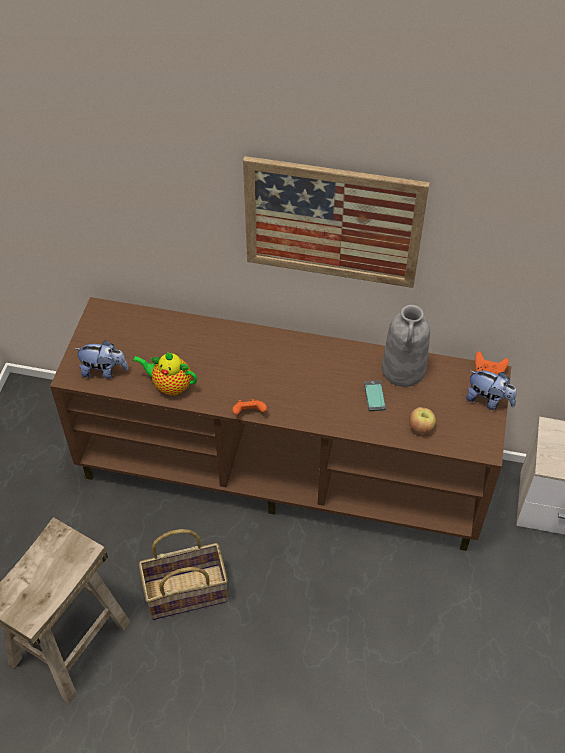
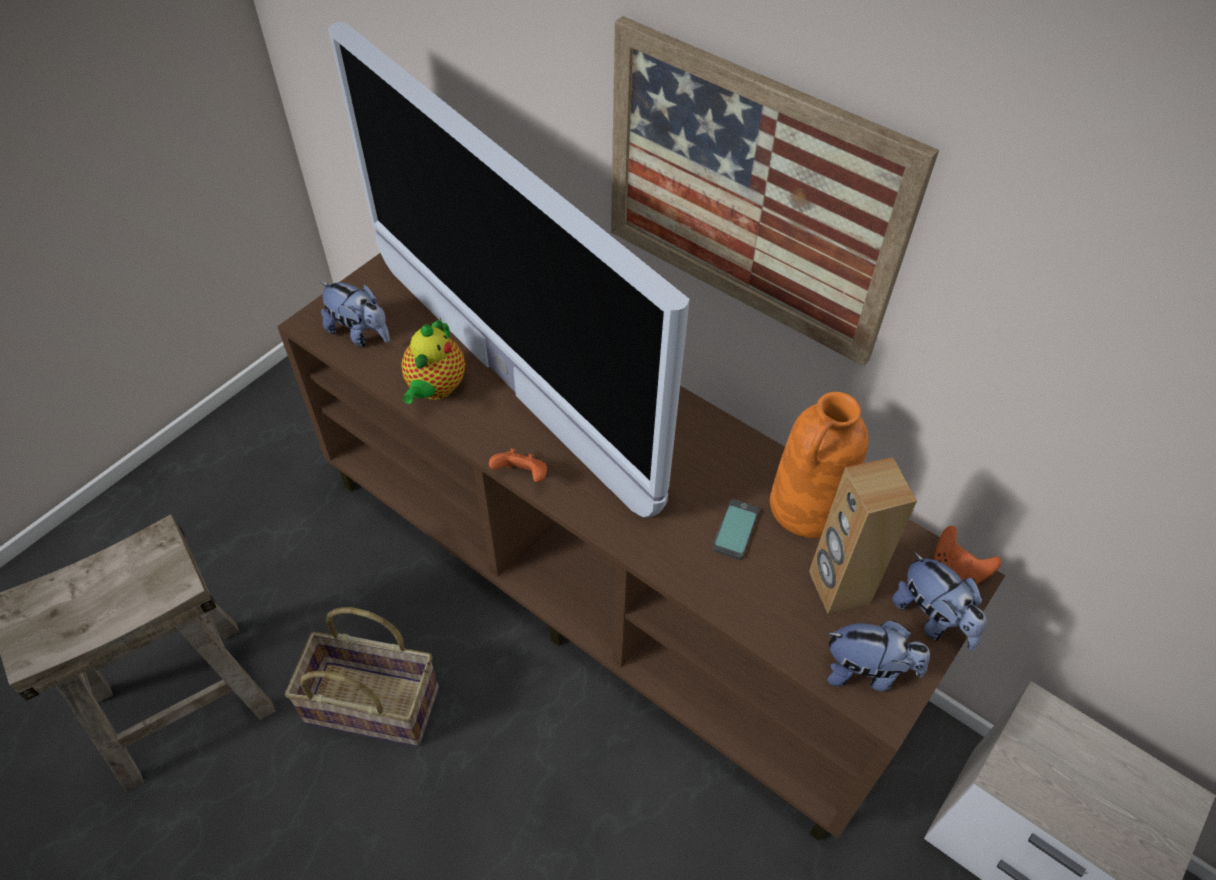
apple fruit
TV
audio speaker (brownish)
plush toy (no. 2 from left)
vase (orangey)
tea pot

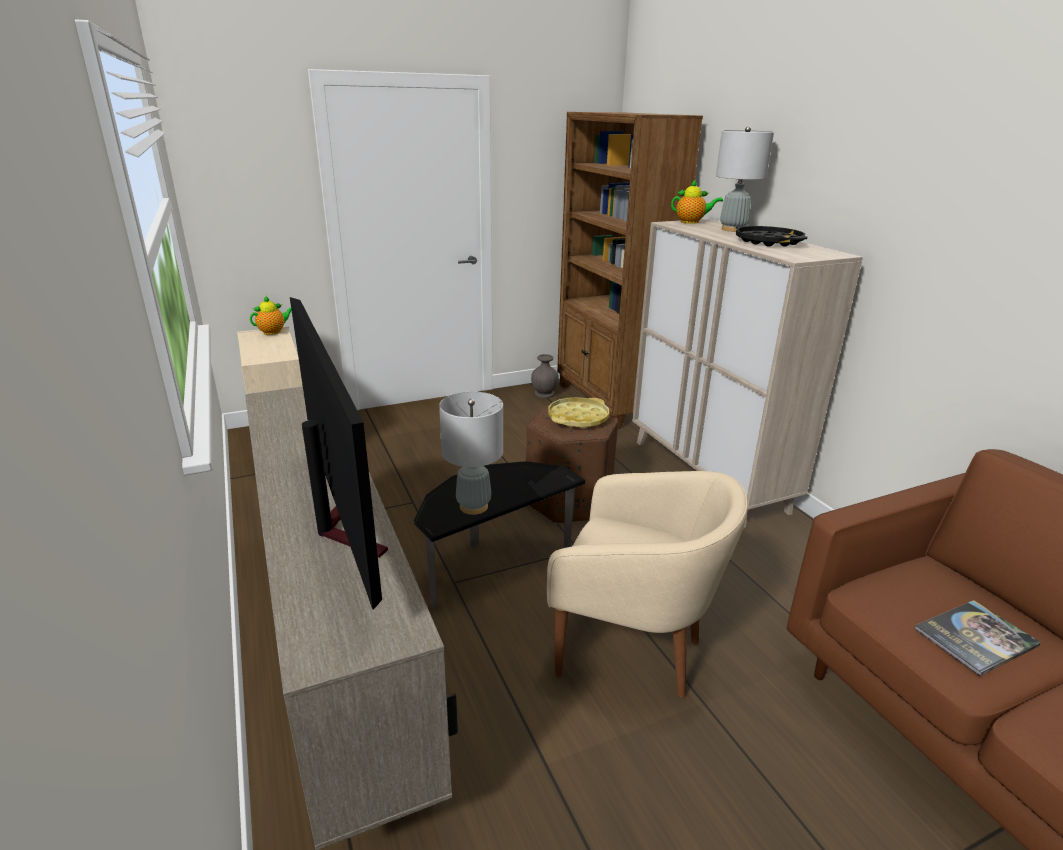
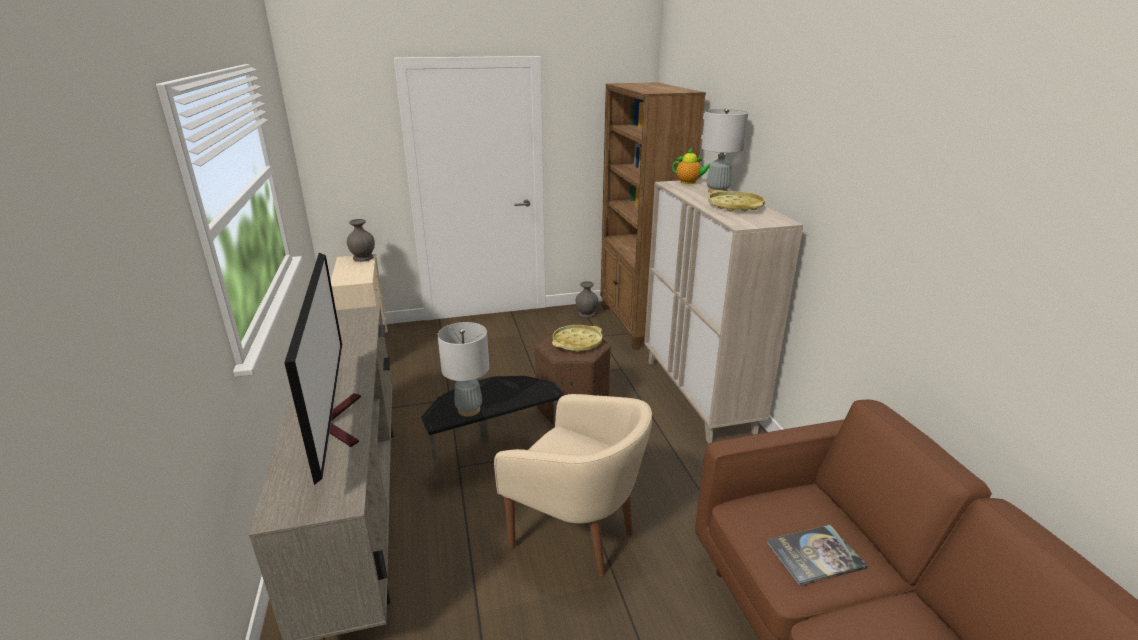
vase (greyish) (no. 1 from left)
tray (yellowish) (no. 2 from left)

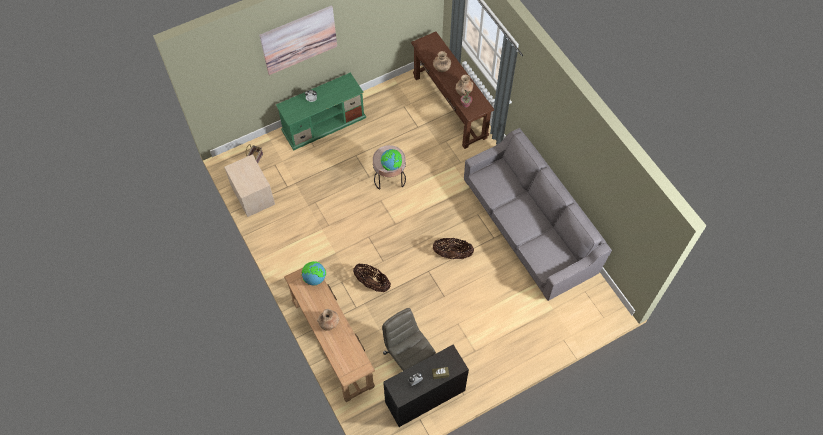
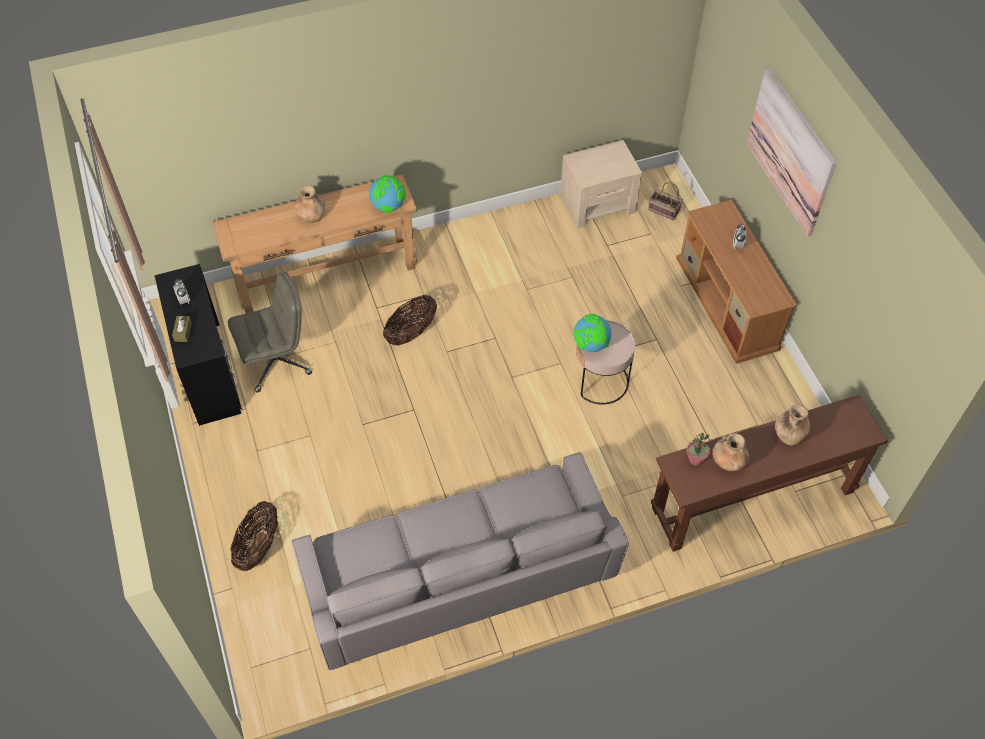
household basket (no. 1 from left)
tv stand (brownish)

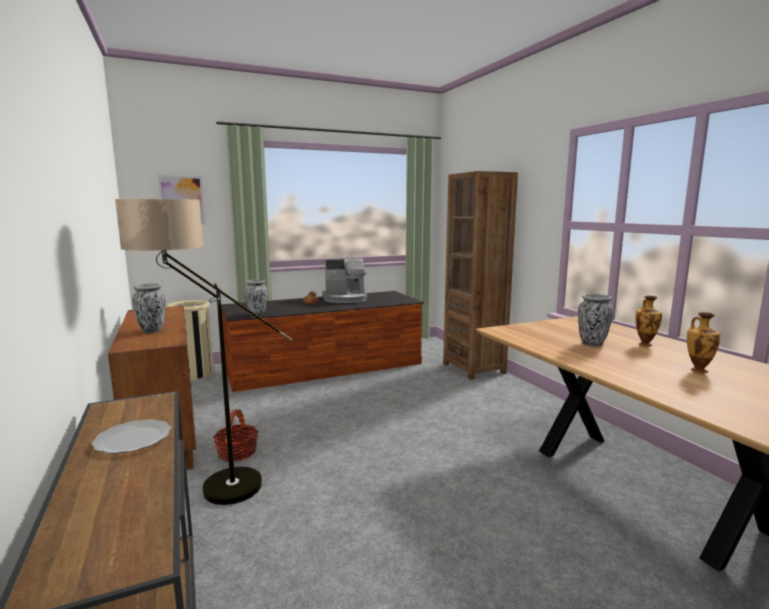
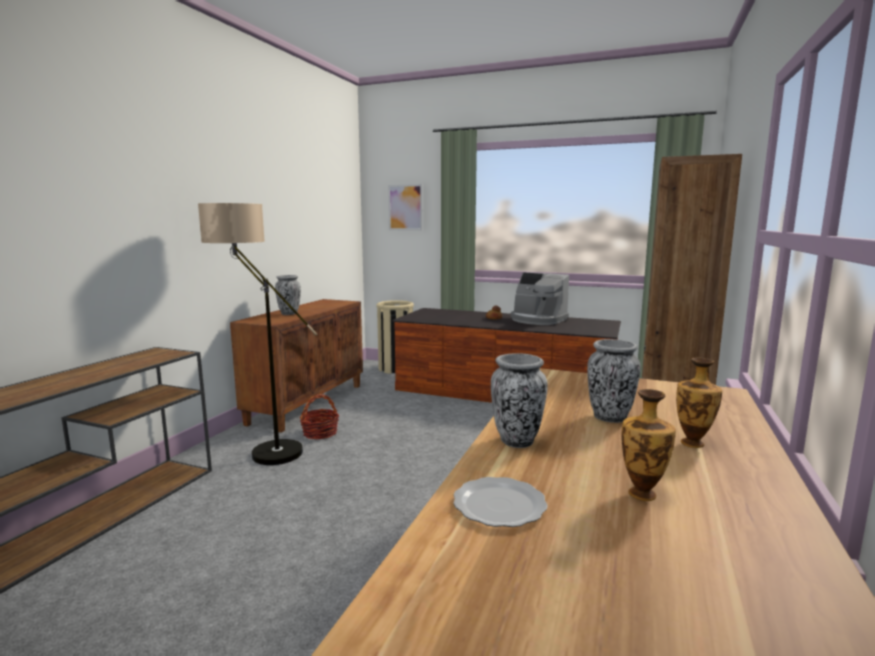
flat dish
vase (no. 2 from left)

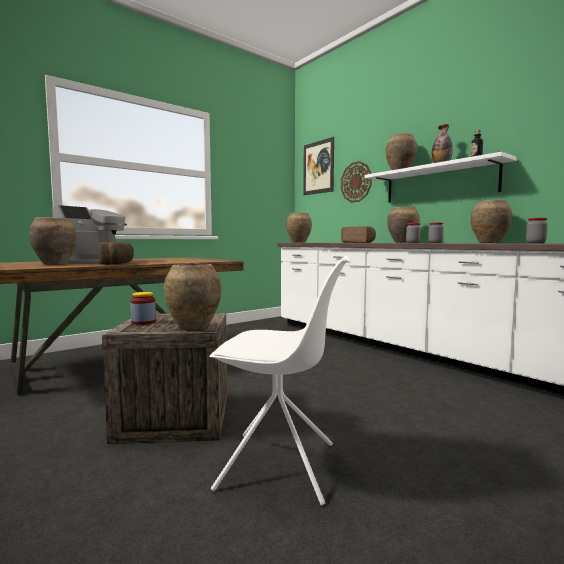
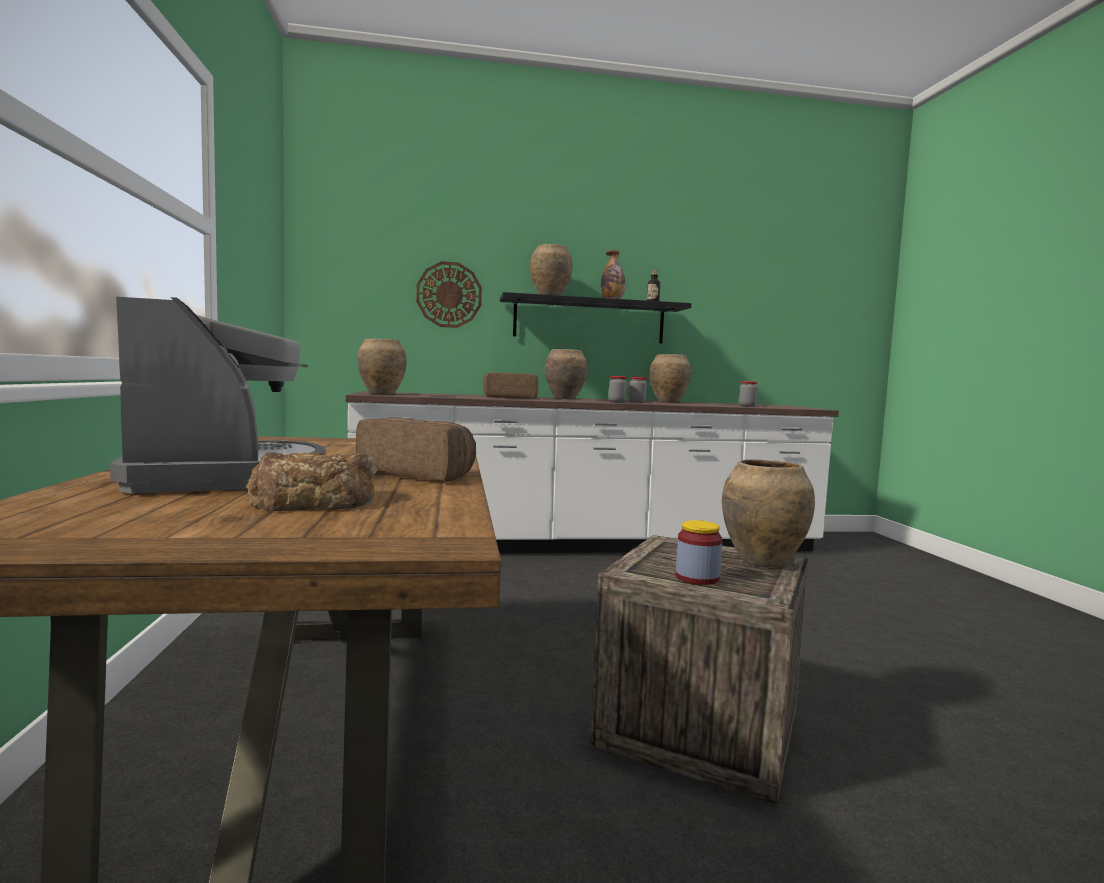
plain chair (whitish)
picture
bread (no. 1 from left)
shelf (black-coloured)

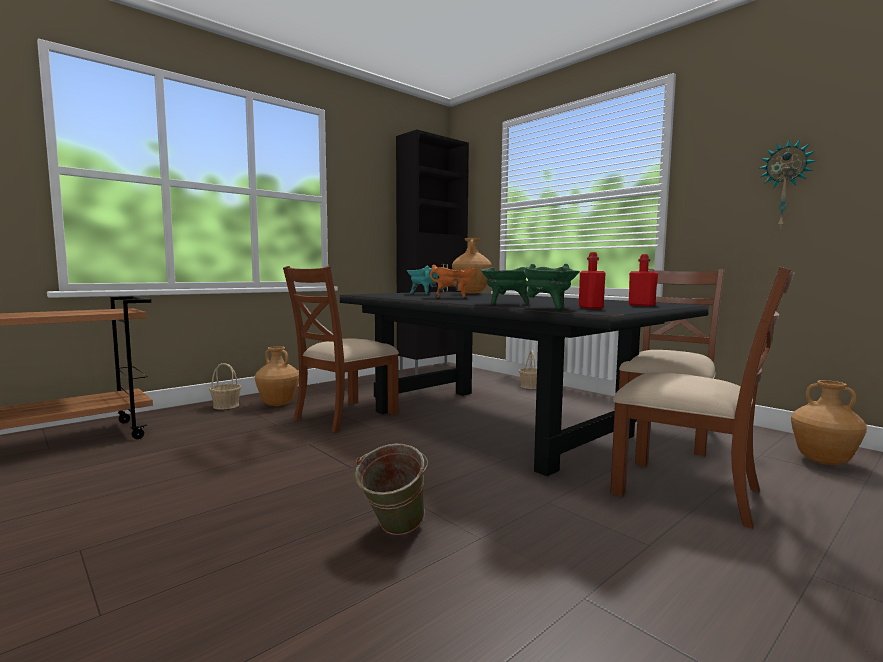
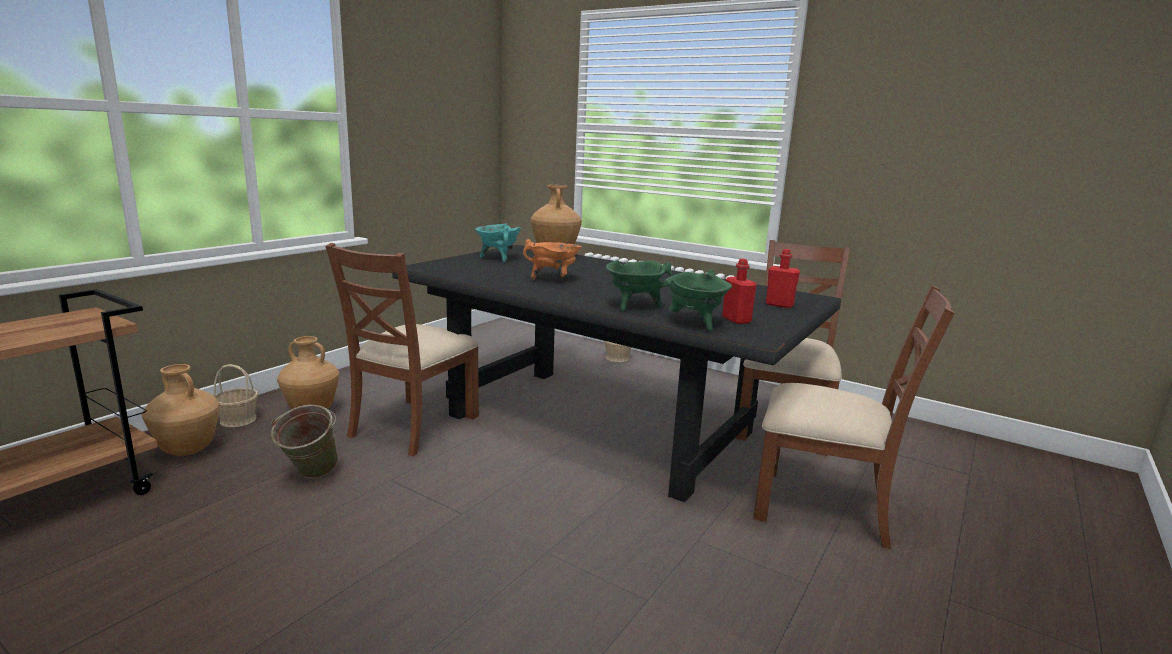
storage cabinet (black-coloured)
wall clock
bucket (green)
vase (brownish) (no. 1 from left)

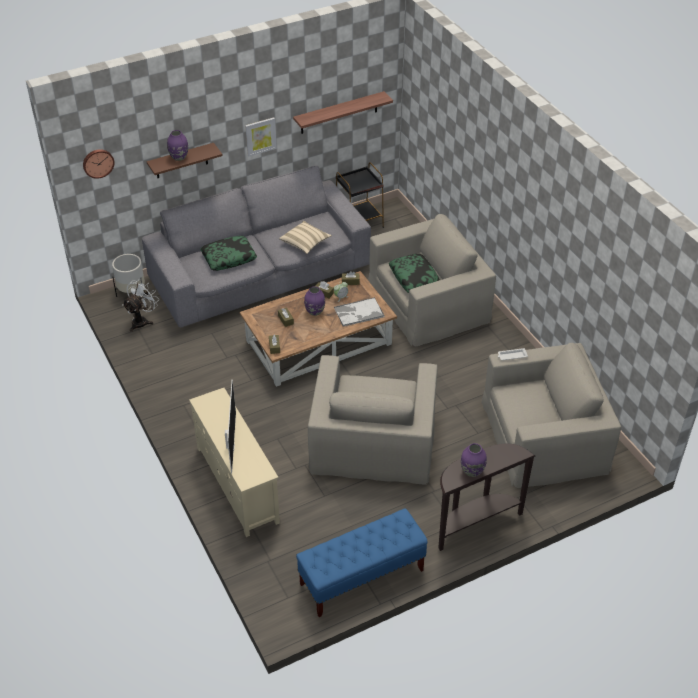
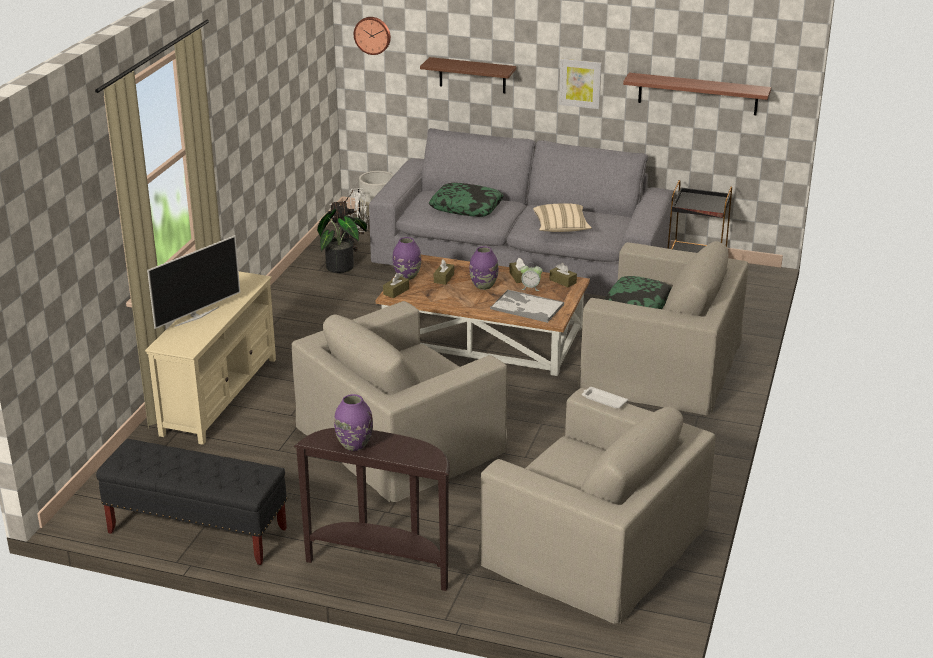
potted plant
vase (purplish) (no. 2 from left)
long seat (black-coloured)

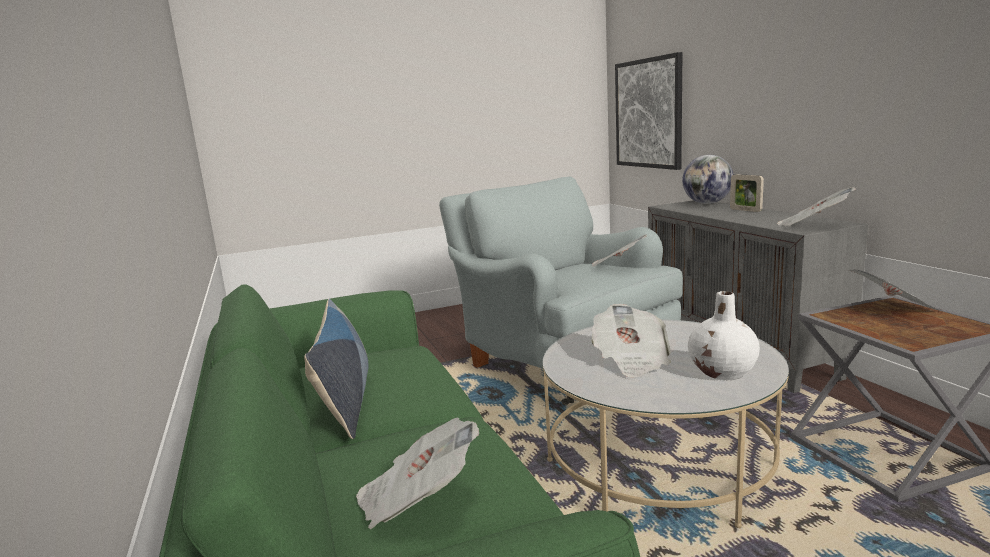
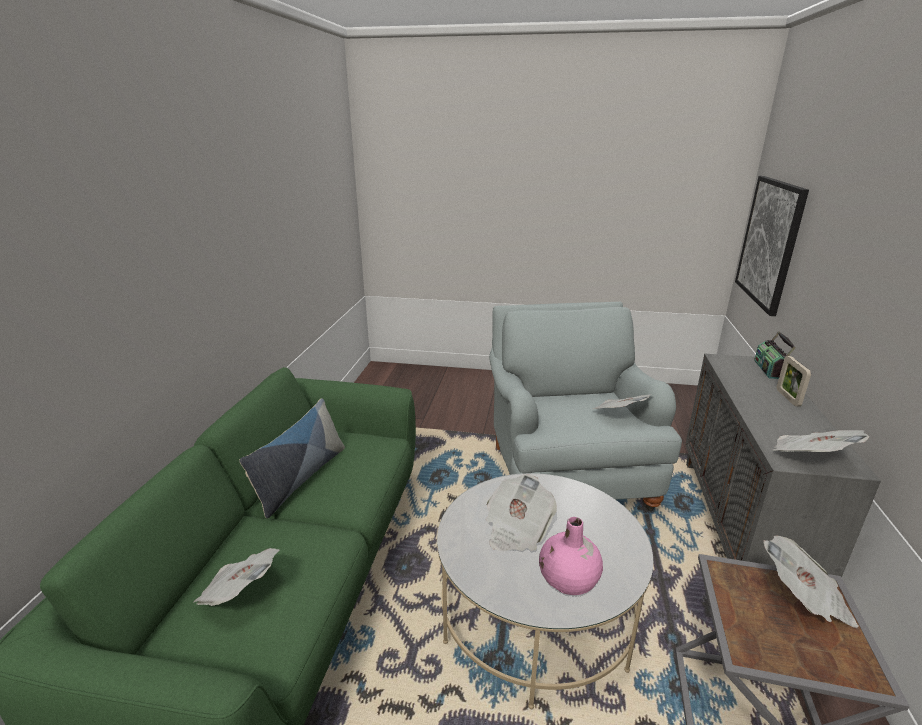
radio set
vase (pink)

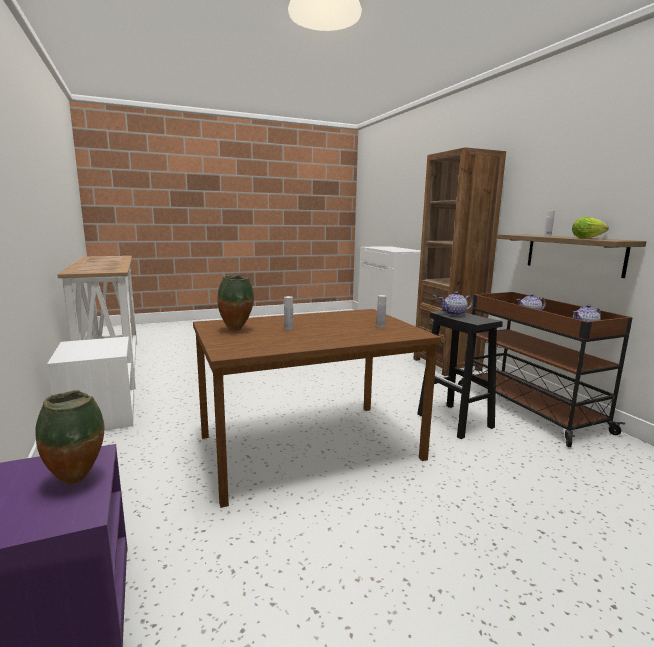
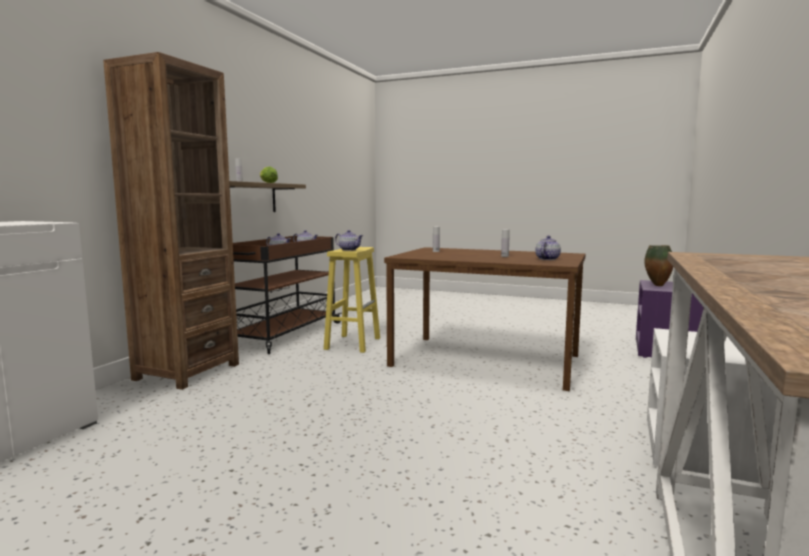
tea pot (no. 4 from left)
sitting stool (yellowish)

